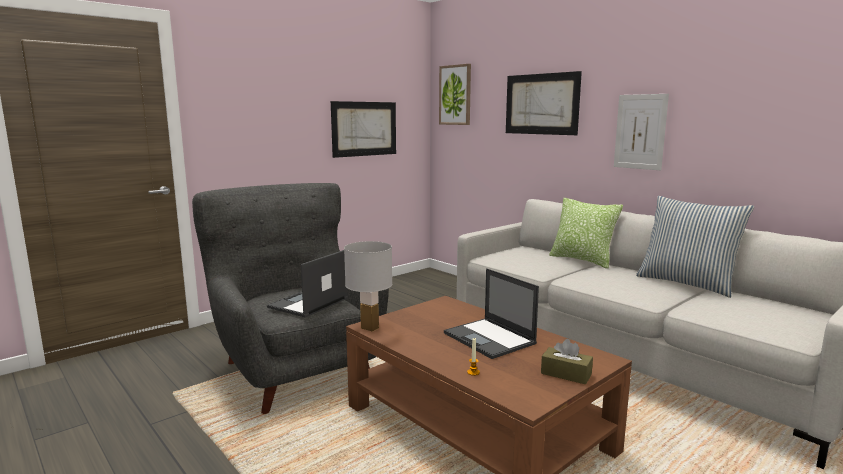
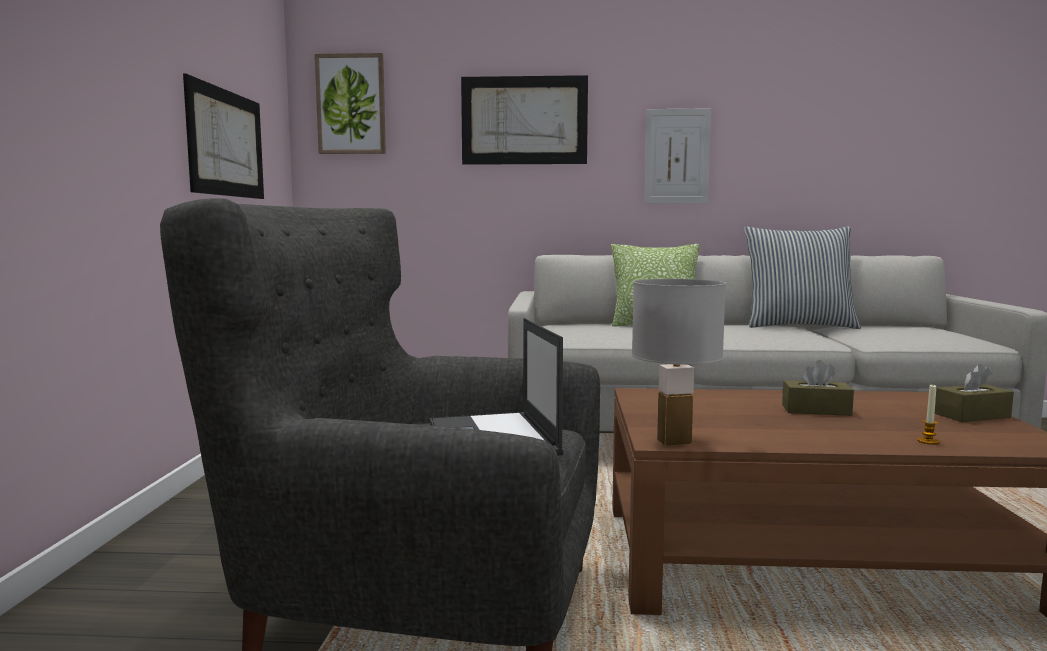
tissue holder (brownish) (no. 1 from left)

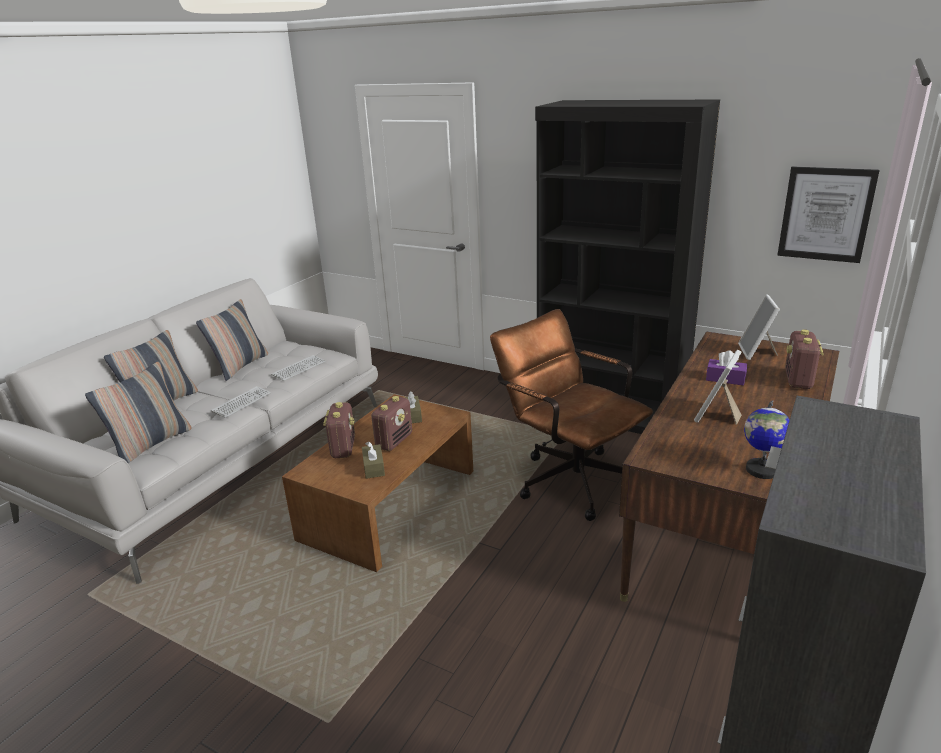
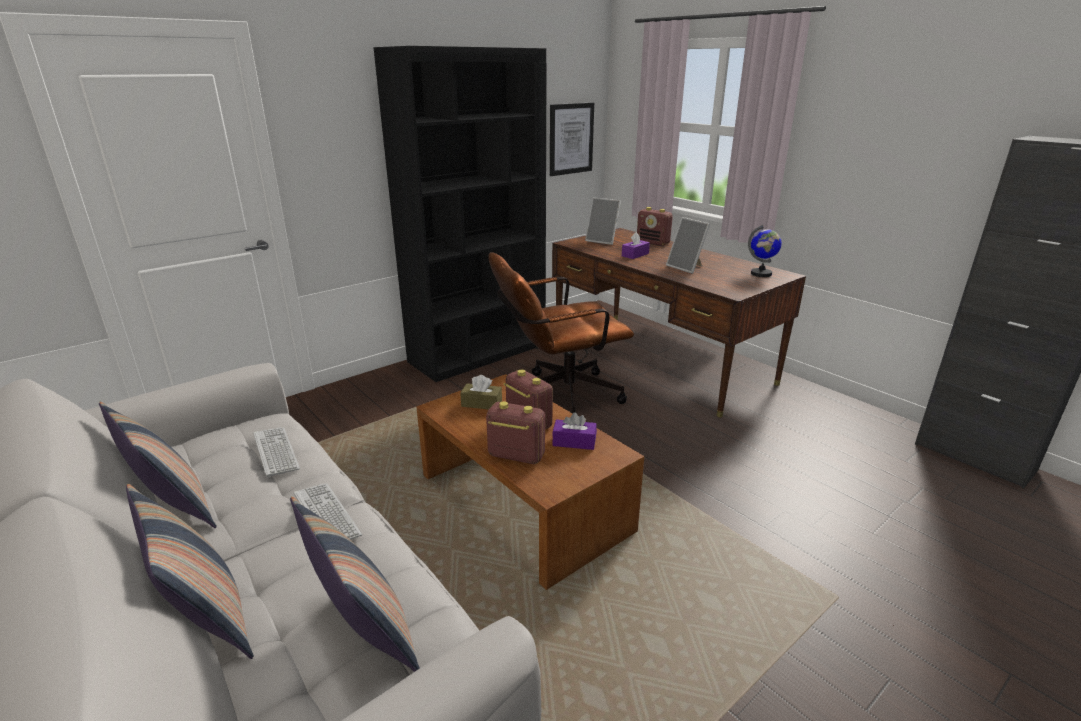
tissue holder (purplish) (no. 1 from left)

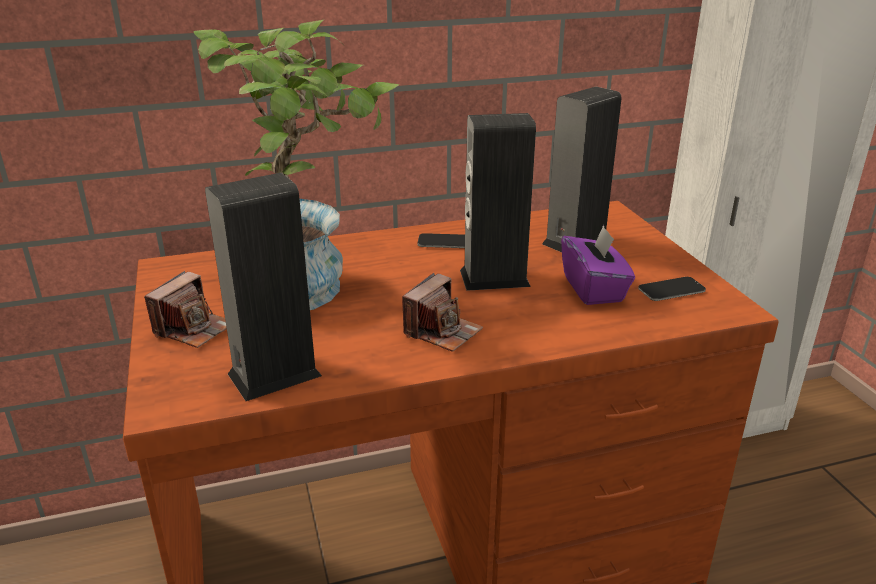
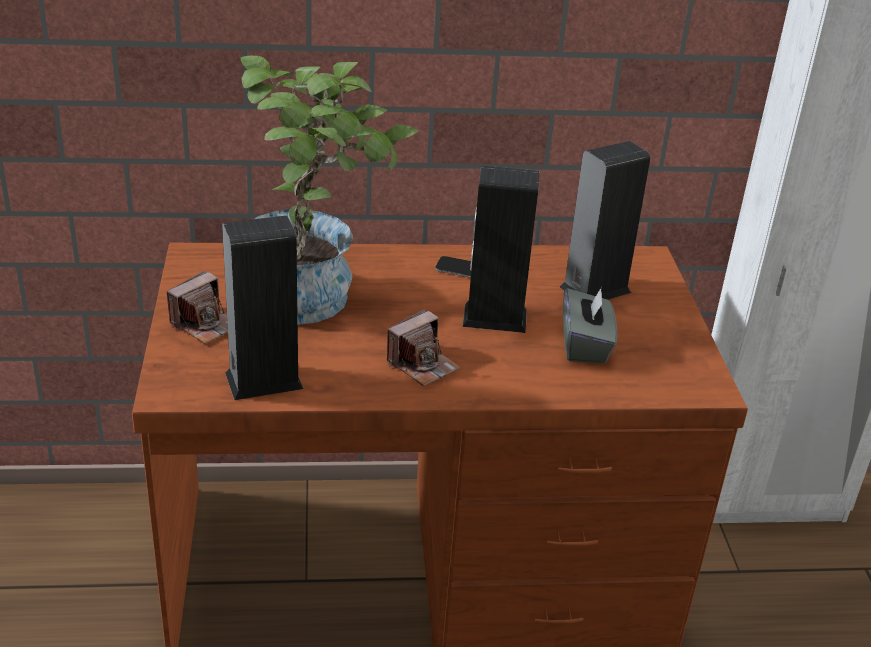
telephone (no. 2 from left in the first image)
tissue holder (greyish)

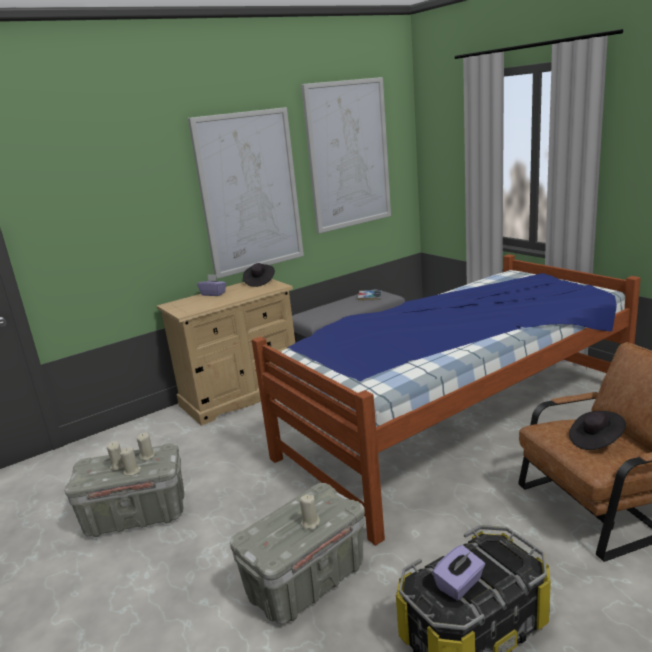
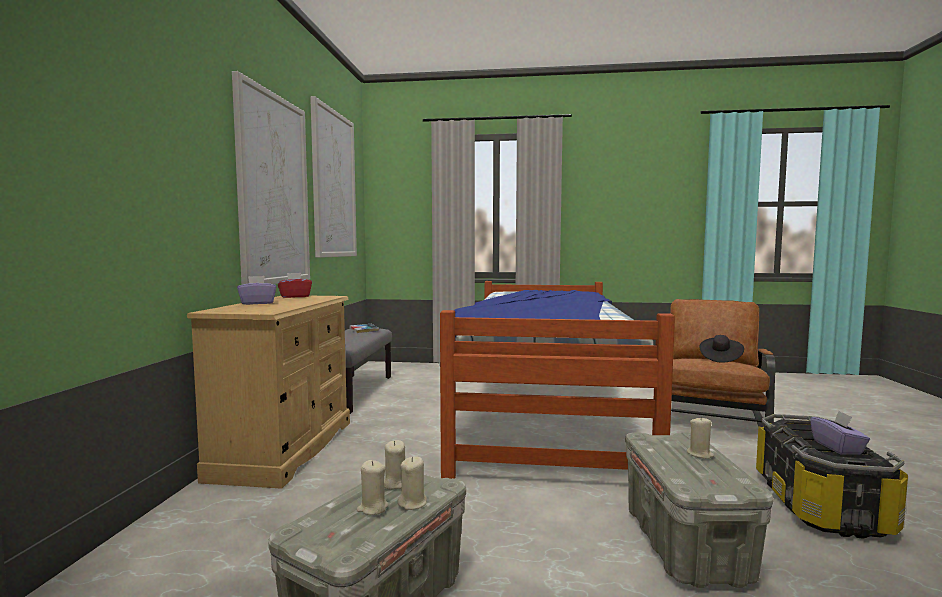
tissue holder (reddish)

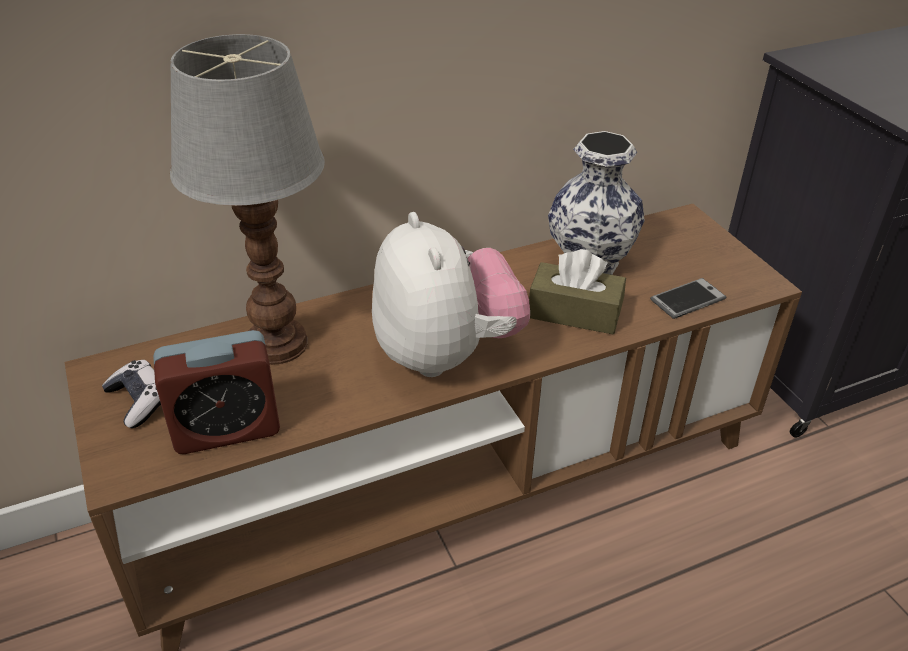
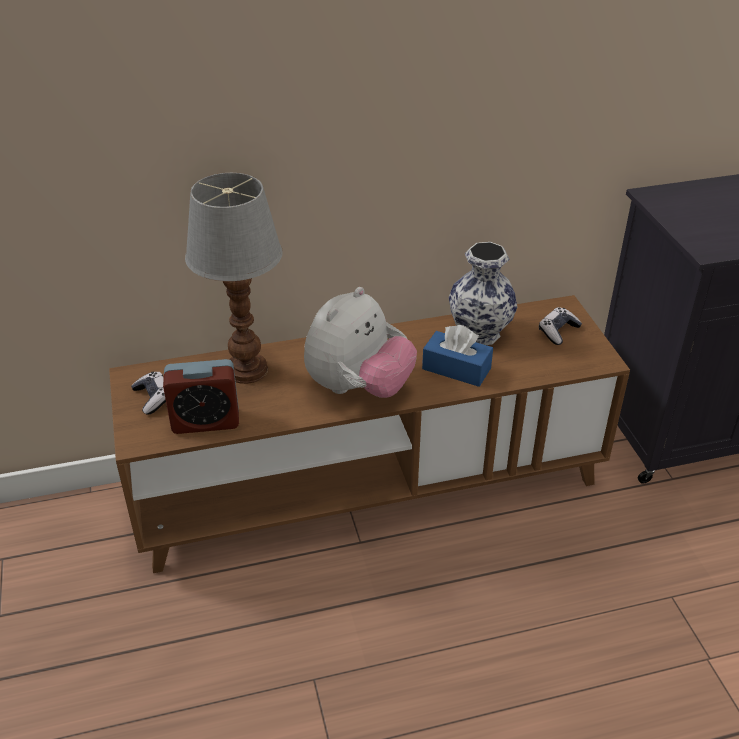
telephone
game controller (no. 2 from left)
tissue holder (blue)
plush toy

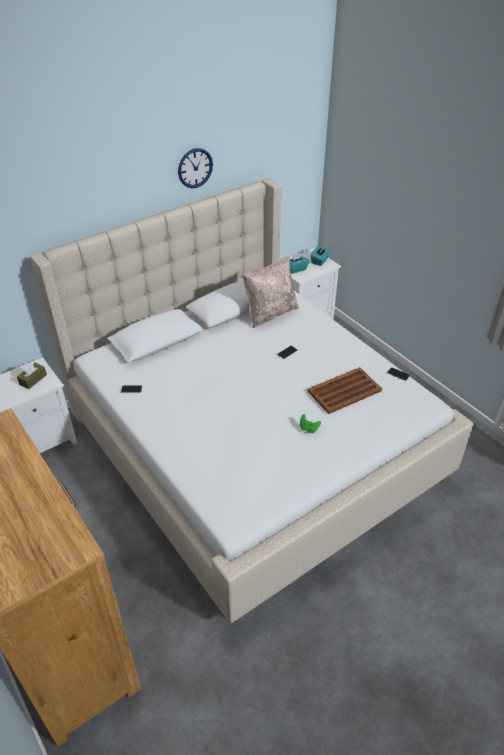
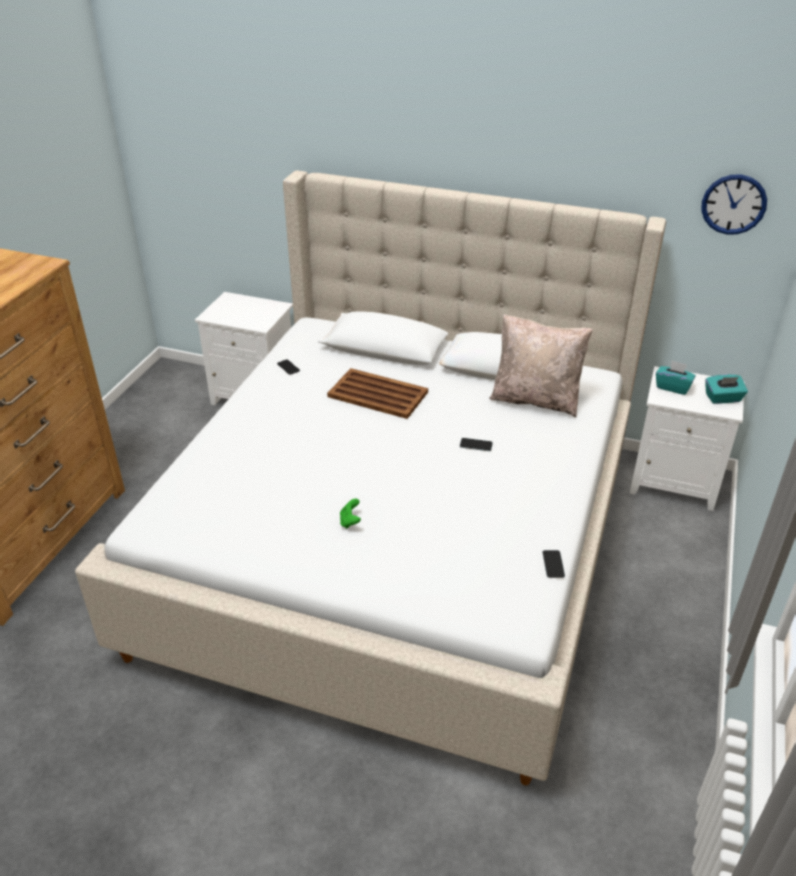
tissue holder (brownish)
wall clock
tray (brownish)

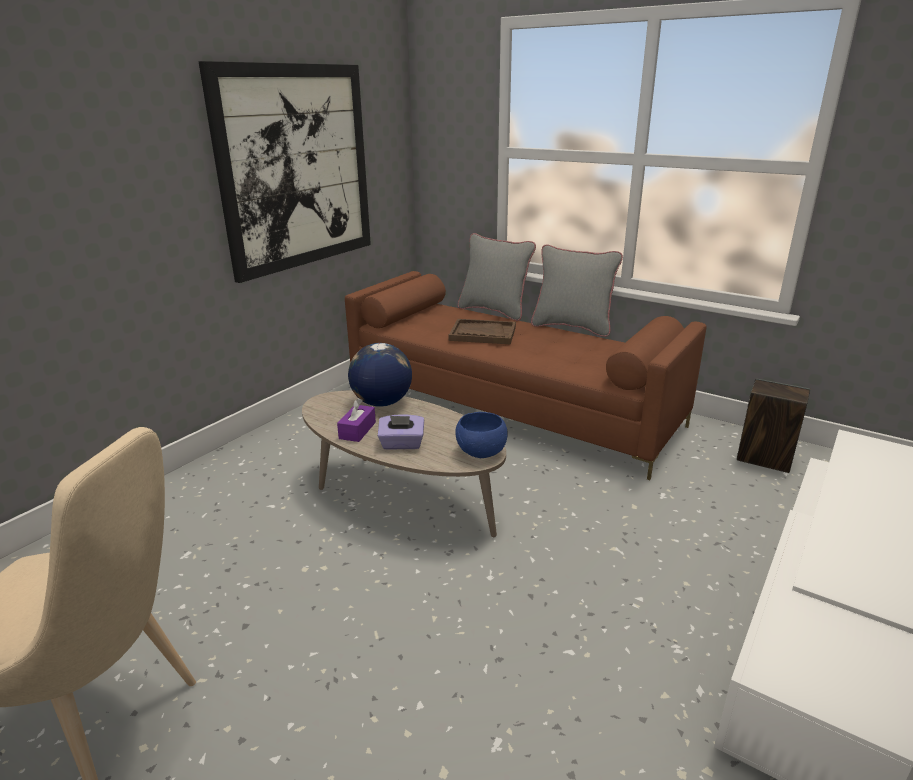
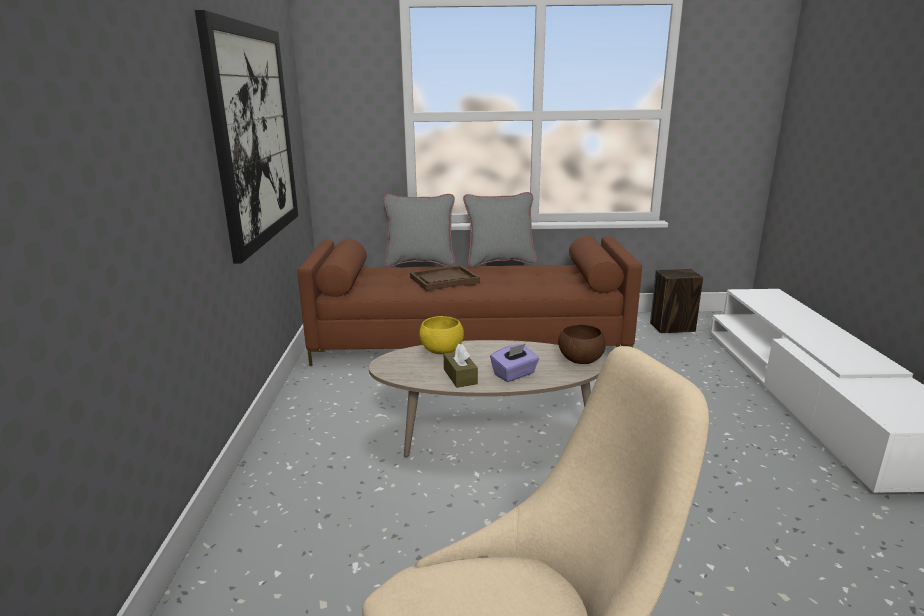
deep dish (yellowish)
tissue holder (brownish)
deep dish (brownish)

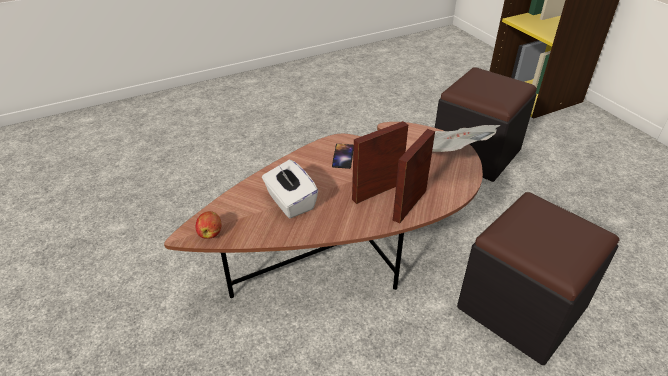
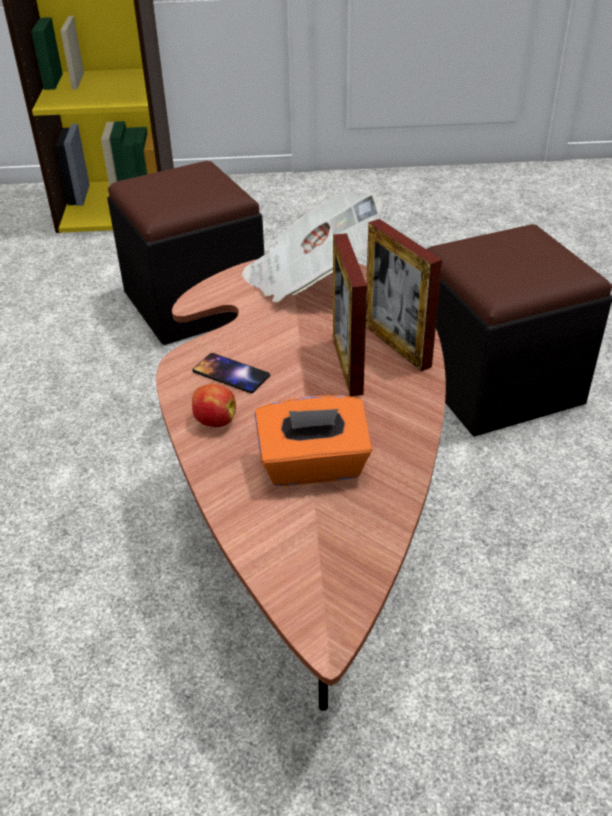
apple fruit
tissue holder (orangey)

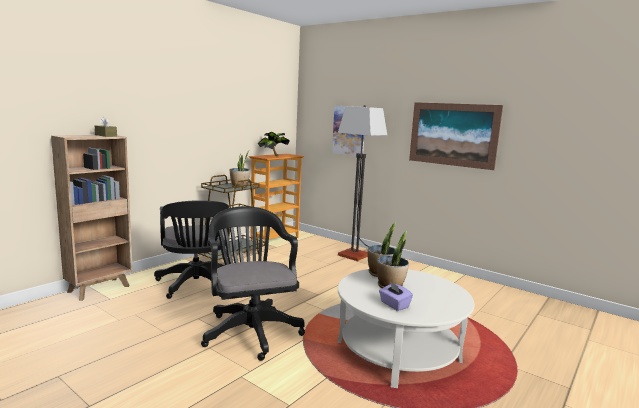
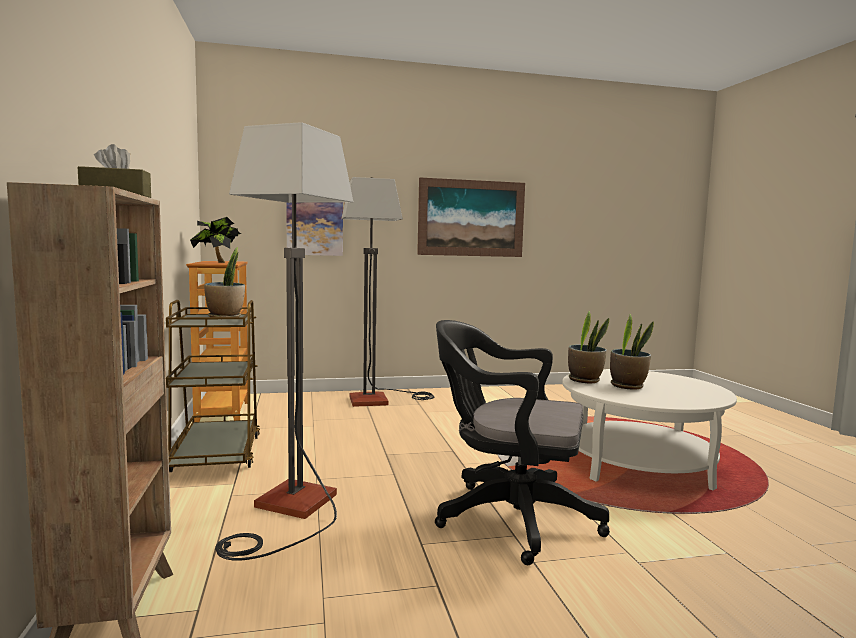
tissue holder (purplish)
standing lamp (no. 1 from left)

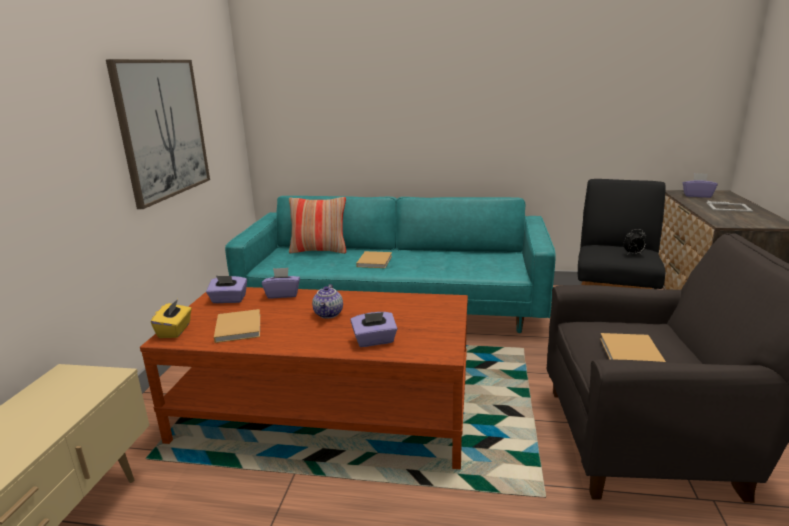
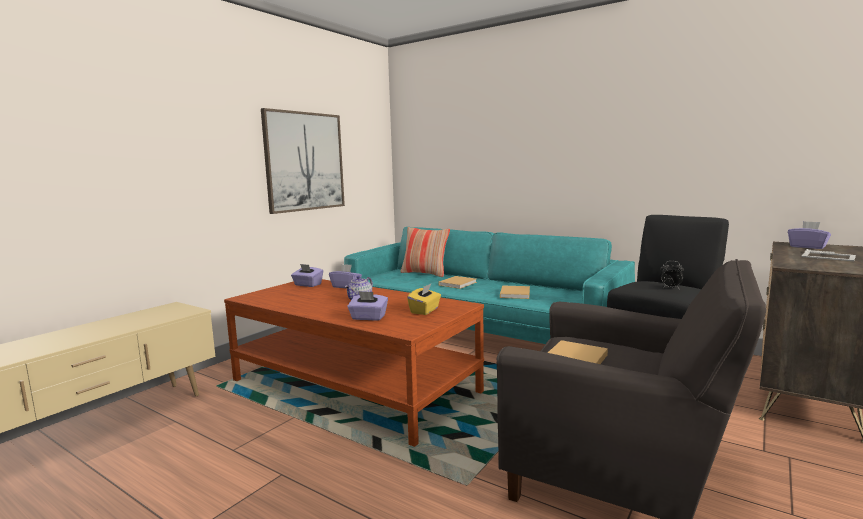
tissue holder (yellowish)
bound book (beige-coloured) (no. 2 from left)

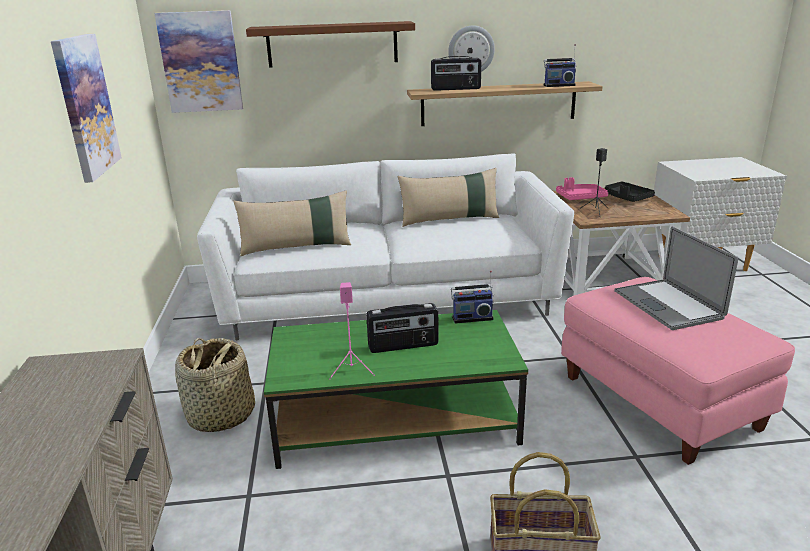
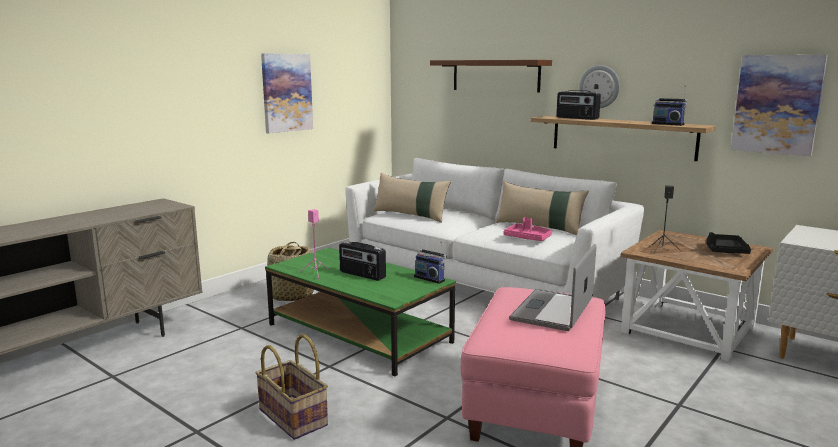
picture (no. 2 from left)
tray (pink)

